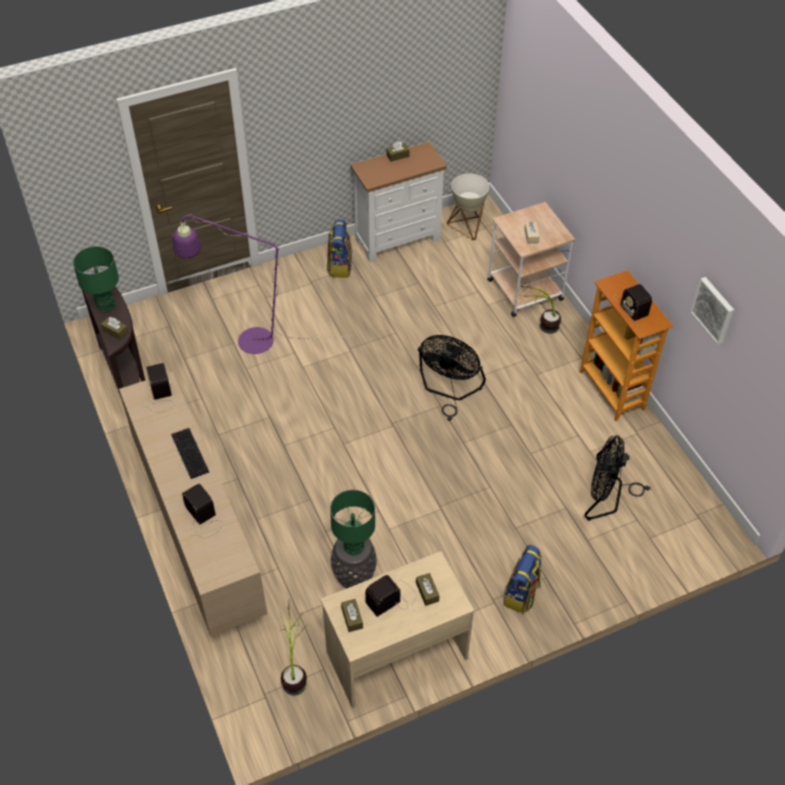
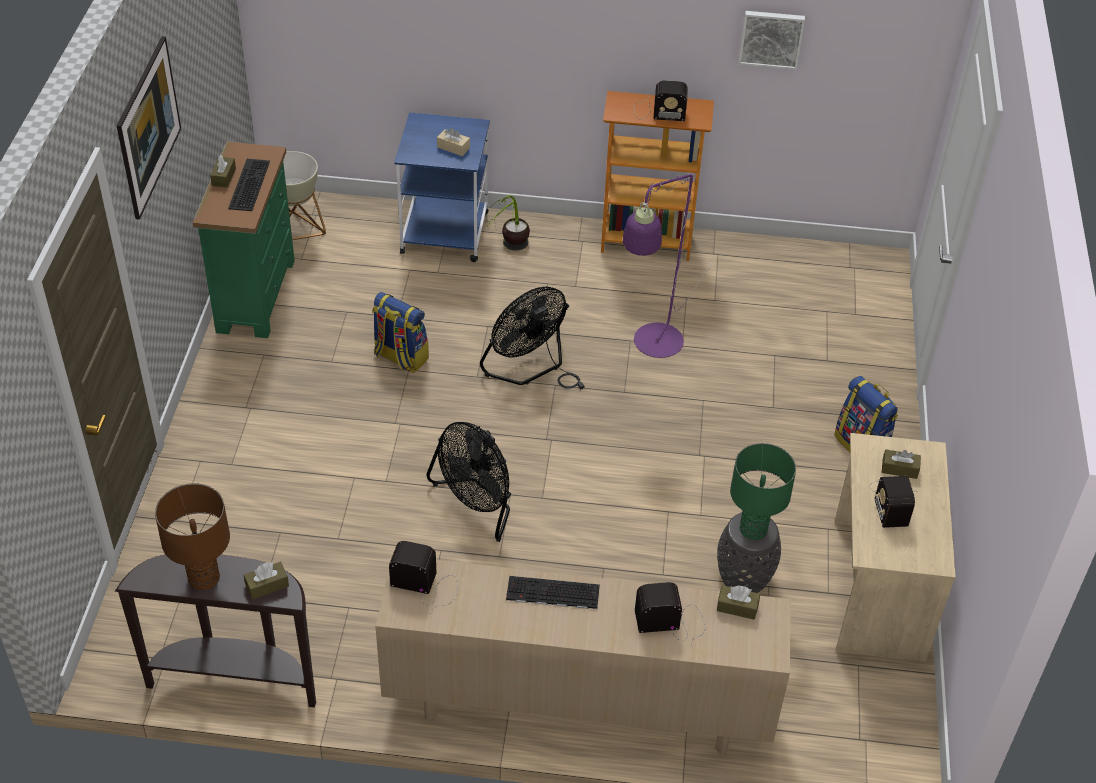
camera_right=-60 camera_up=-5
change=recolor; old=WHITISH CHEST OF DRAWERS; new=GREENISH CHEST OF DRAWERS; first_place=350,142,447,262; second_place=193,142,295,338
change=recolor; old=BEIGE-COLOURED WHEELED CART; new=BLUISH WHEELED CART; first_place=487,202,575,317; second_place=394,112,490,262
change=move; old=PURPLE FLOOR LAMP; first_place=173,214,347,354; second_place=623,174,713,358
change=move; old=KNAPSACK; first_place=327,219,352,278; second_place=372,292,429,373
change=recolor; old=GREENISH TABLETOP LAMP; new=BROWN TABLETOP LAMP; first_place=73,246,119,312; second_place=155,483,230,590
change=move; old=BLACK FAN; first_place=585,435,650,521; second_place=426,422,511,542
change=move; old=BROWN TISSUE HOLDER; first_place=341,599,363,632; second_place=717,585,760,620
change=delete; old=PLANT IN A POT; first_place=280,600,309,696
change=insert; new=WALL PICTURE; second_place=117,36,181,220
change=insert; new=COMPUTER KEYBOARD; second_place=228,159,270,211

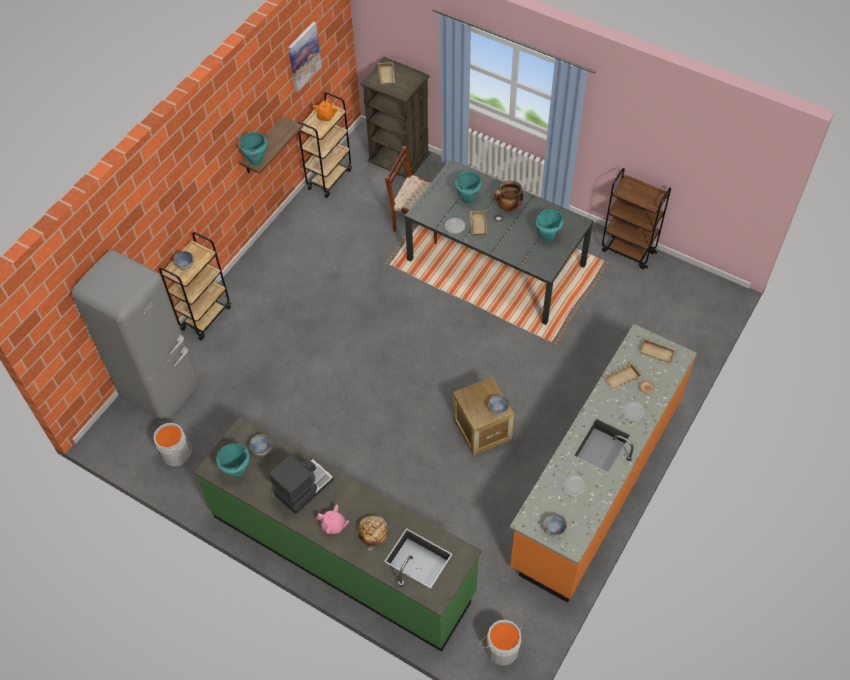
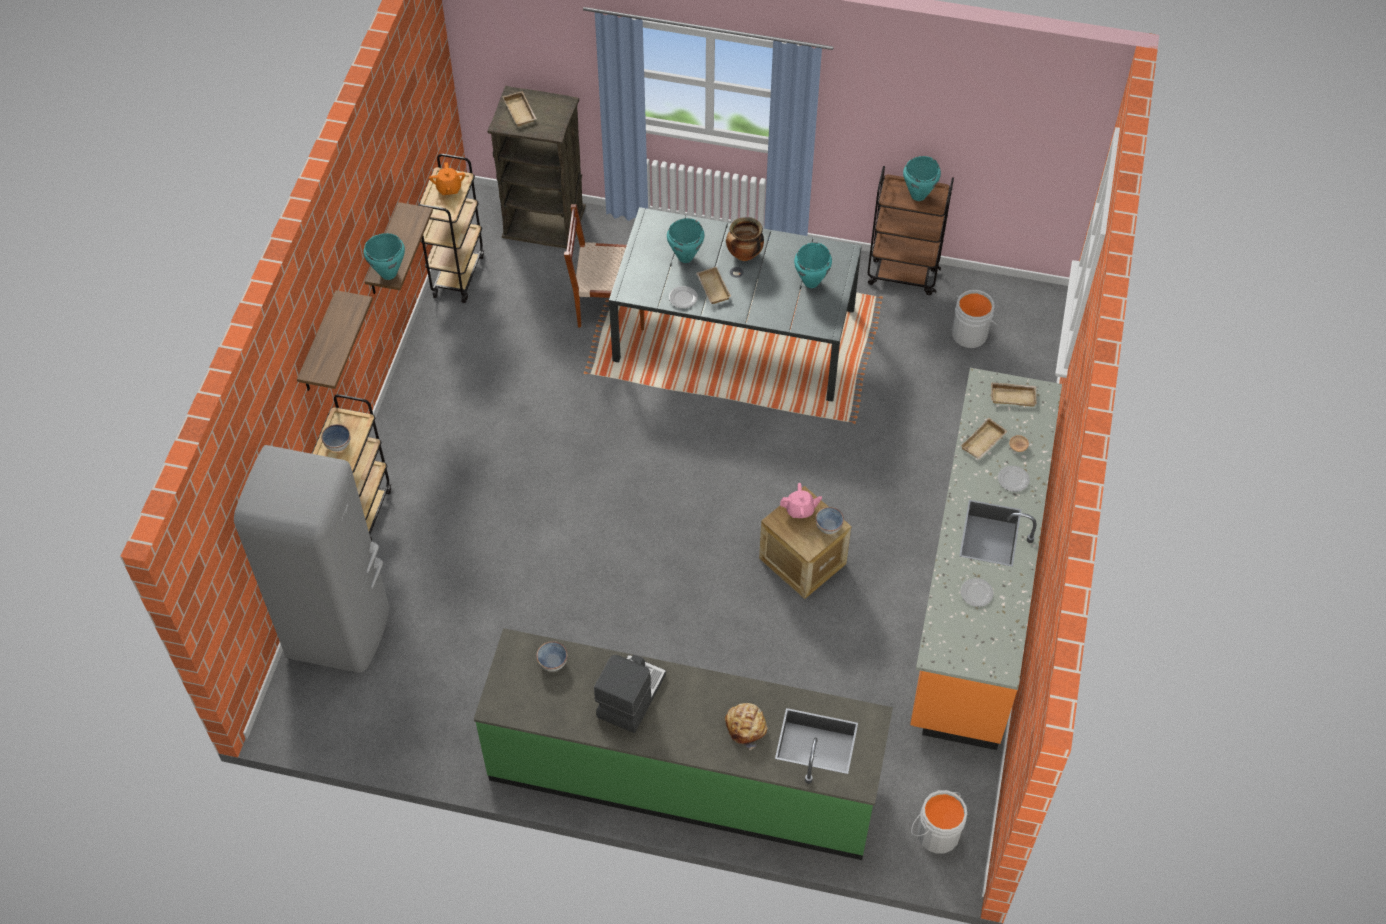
camera_right=-20 camera_up=0
change=delete; old=WALL PICTURE; first_place=288,22,322,92
change=move; old=GREY WATER BUCKET; first_place=153,423,192,466; second_place=952,290,1000,348
change=move; old=TURQUOISE-COLOURED SAUCEPOT; first_place=216,443,250,478; second_place=903,156,941,201
change=move; old=PINK TEA POT; first_place=316,505,349,534; second_place=780,483,822,518
change=delete; old=DEEP DISH; first_place=543,514,567,537
change=insert; new=WALL SHELF; second_place=297,290,373,391

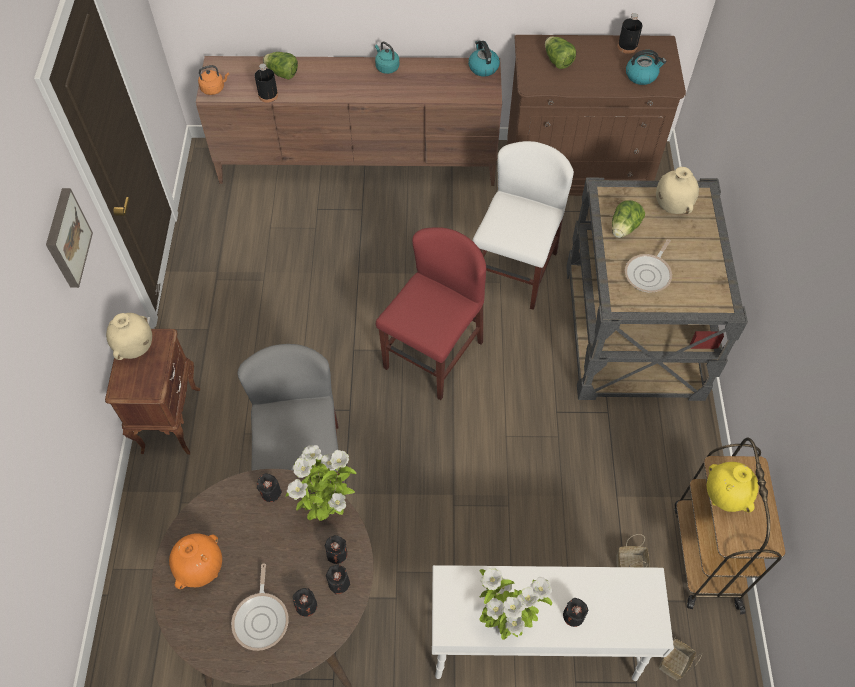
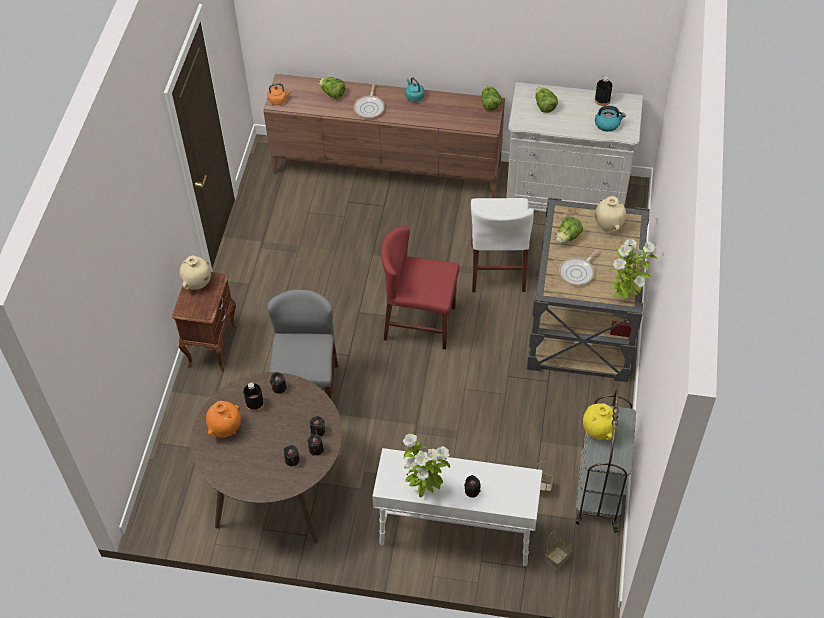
camera_right=10 camera_up=-5
change=recolor; old=BROWN CHEST OF DRAWERS; new=WHITISH CHEST OF DRAWERS; first_place=507,35,686,196; second_place=506,82,643,212
change=replace; old=TEA KETTLE; new=LETTUCE HEAD; first_place=468,41,500,77; second_place=481,85,502,111
change=move; old=BLACK DRINK BOTTLE; first_place=255,64,278,103; second_place=243,383,264,412
change=rotate; old=WHITISH UPRIGHT CHAIR; first_place=472,141,574,310; second_place=471,198,534,292; degrees=150
change=delete; old=WALL PICTURE; first_place=46,188,93,288
change=rotate; old=RED UPRIGHT CHAIR; first_place=376,227,486,400; second_place=381,226,459,350; degrees=-120
change=recolor; old=BROWN WHEELED CART; new=GREY WHEELED CART; first_place=675,438,785,614; second_place=576,389,636,533
change=move; old=PLANT IN A POT; first_place=286,445,357,521; second_place=609,239,658,300
change=move; old=SKILLET; first_place=231,563,289,651; second_place=354,84,385,119

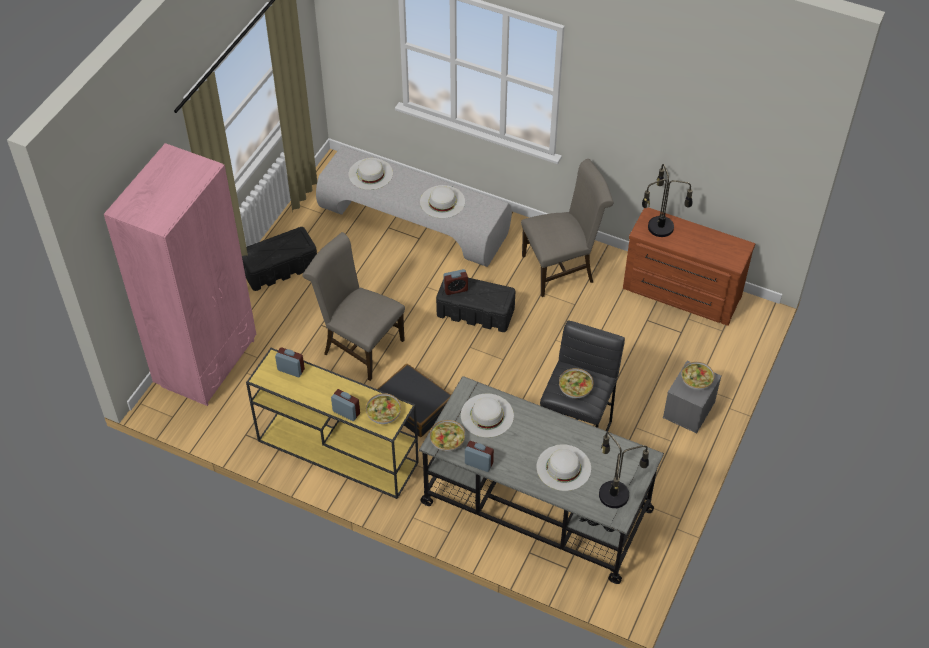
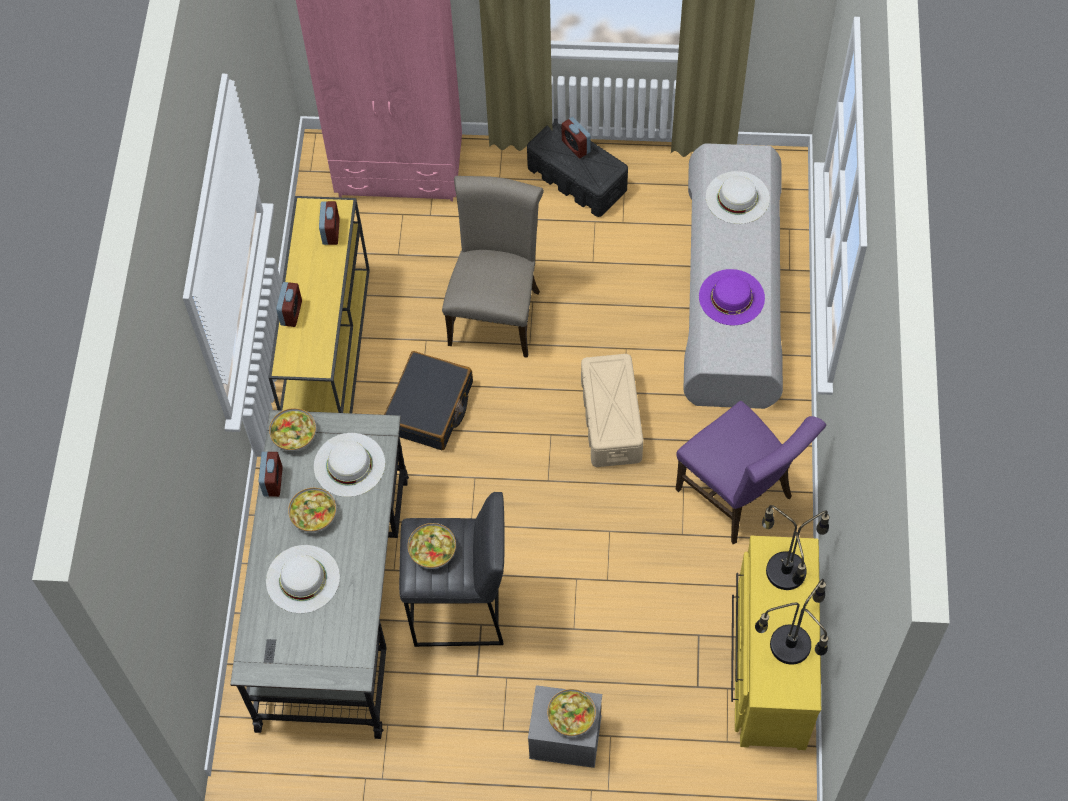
camera_right=70 camera_up=10
change=recolor; old=BEIGE-COLOURED UPRIGHT CHAIR; new=PURPLE UPRIGHT CHAIR; first_place=521,159,613,297; second_place=675,401,826,544
change=recolor; old=WHITISH WEARABLE HAT; new=PURPLE WEARABLE HAT; first_place=420,185,465,218; second_place=699,269,765,325
change=recolor; old=BROWN CHEST OF DRAWERS; new=YELLOWISH CHEST OF DRAWERS; first_place=623,207,755,326; second_place=731,536,821,750
change=move; old=BEDSIDE CLOCK; first_place=443,269,468,295; second_place=562,117,591,159
change=recolor; old=BLACK STORAGE BOX; new=BEIGE-COLOURED STORAGE BOX; first_place=436,278,515,332; second_place=581,354,643,467
change=move; old=DEEP DISH; first_place=366,393,401,424; second_place=288,488,336,533
change=move; old=TABLETOP LAMP; first_place=599,432,649,508; second_place=755,579,828,665

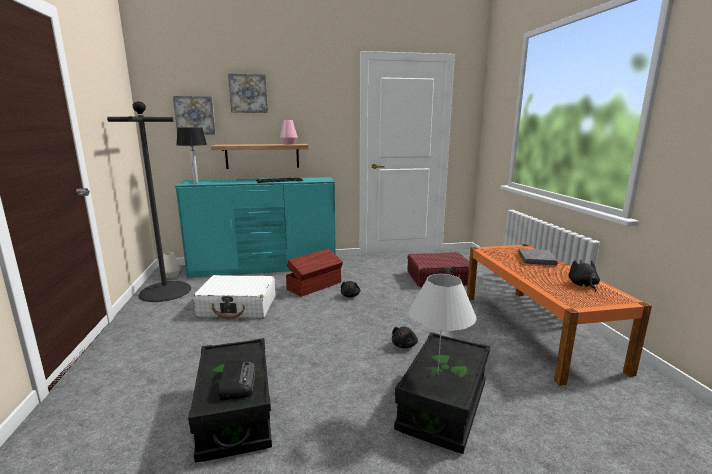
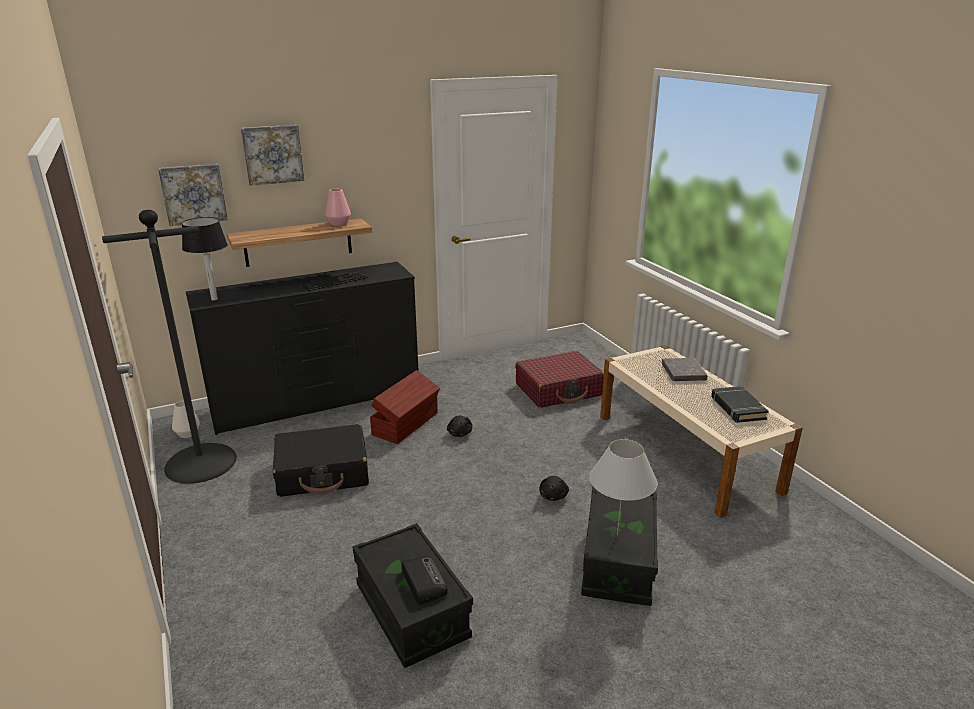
camera_right=-15 camera_up=10
change=recolor; old=TURQUOISE-COLOURED CHEST OF DRAWERS; new=BLACK CHEST OF DRAWERS; first_place=175,177,336,278; second_place=186,262,419,435
change=recolor; old=ORANGE LONG SEAT; new=BEIGE-COLOURED LONG SEAT; first_place=467,244,652,386; second_place=600,345,803,518
change=replace; old=BLACK CUDDLY TOY; new=BLACK VOLUME; first_place=569,260,600,292; second_place=711,386,769,423
change=recolor; old=WHITISH SUITCASE; new=BLACK SUITCASE; first_place=193,275,275,320; second_place=273,424,369,497

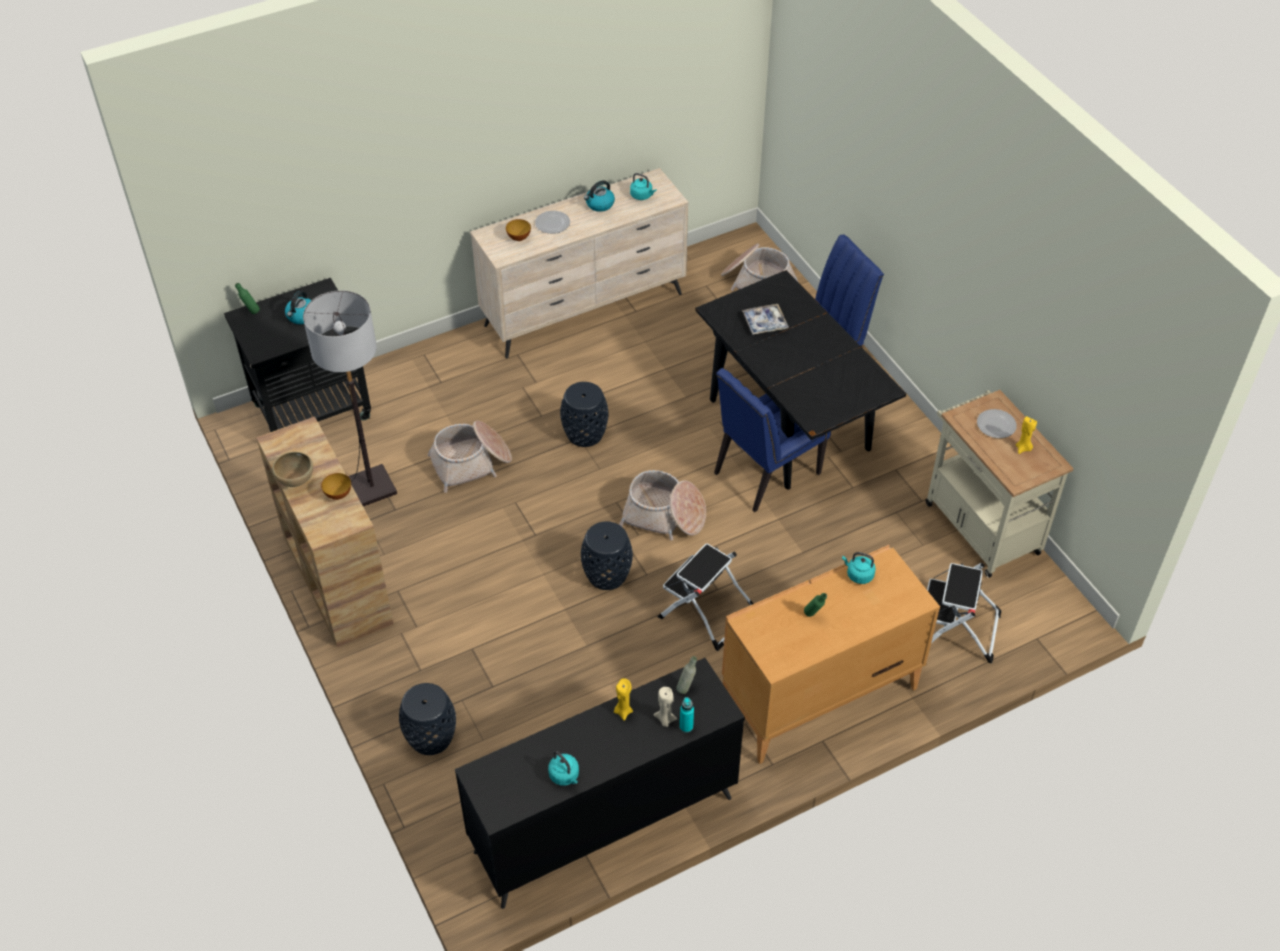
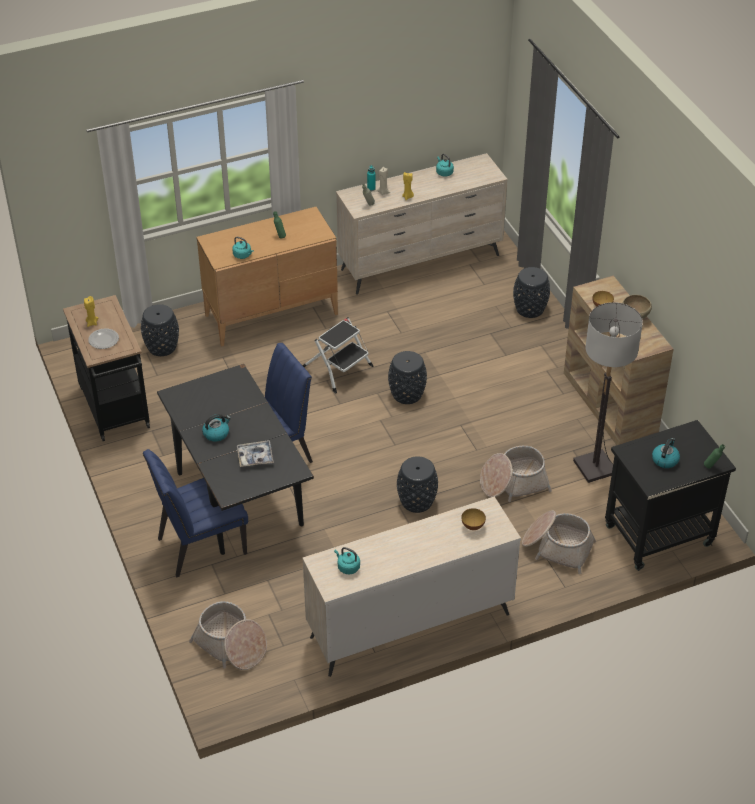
camera_right=-175 camera_up=-5
change=move; old=TEA KETTLE; first_place=584,180,615,212; second_place=202,414,231,442
change=delete; old=PLATE; first_place=535,211,570,234
change=recolor; old=BEIGE-COLOURED WHEELED CART; new=BLACK WHEELED CART; first_place=926,390,1074,578; second_place=63,295,150,441
change=move; old=STORAGE BASKET; first_place=619,470,706,541; second_place=522,510,596,574
change=replace; old=STEP STOOL; new=BLACK STOOL; first_place=927,563,1001,663; second_place=141,304,179,356
change=recolor; old=BLACK CHEST OF DRAWERS; new=BEIGE-COLOURED CHEST OF DRAWERS; first_place=455,658,745,909; second_place=336,153,508,295

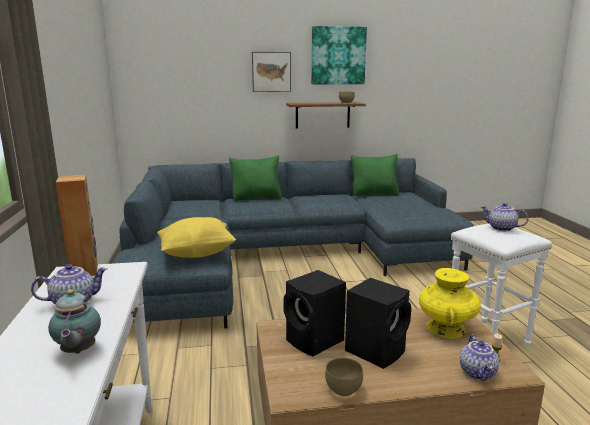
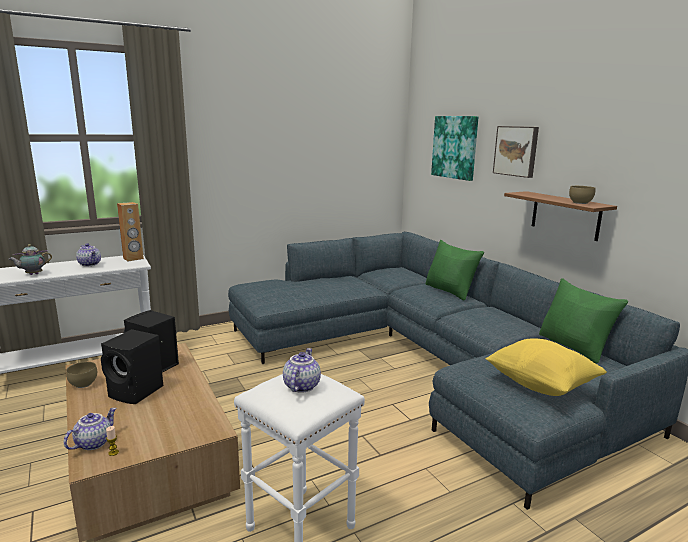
camera_right=70 camera_up=0
change=move; old=WALL PICTURE; first_place=311,26,367,84; second_place=431,116,479,181
change=move; old=YELLOWISH CUSHION; first_place=157,217,236,258; second_place=485,338,607,396
change=delete; old=YELLOWISH DECORATIVE VASE; first_place=419,268,481,339
change=rotate; old=TEA POT; first_place=460,334,499,381; second_place=64,408,117,450; degrees=135

